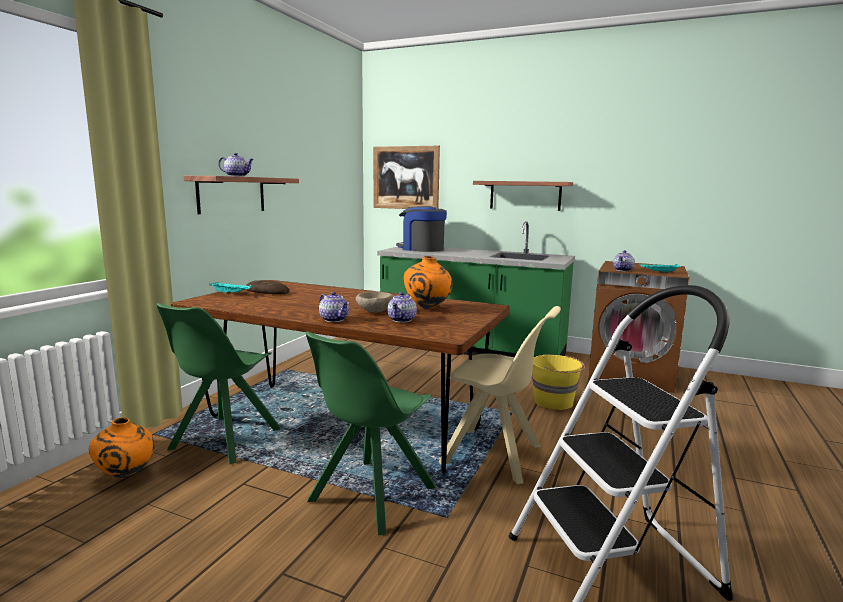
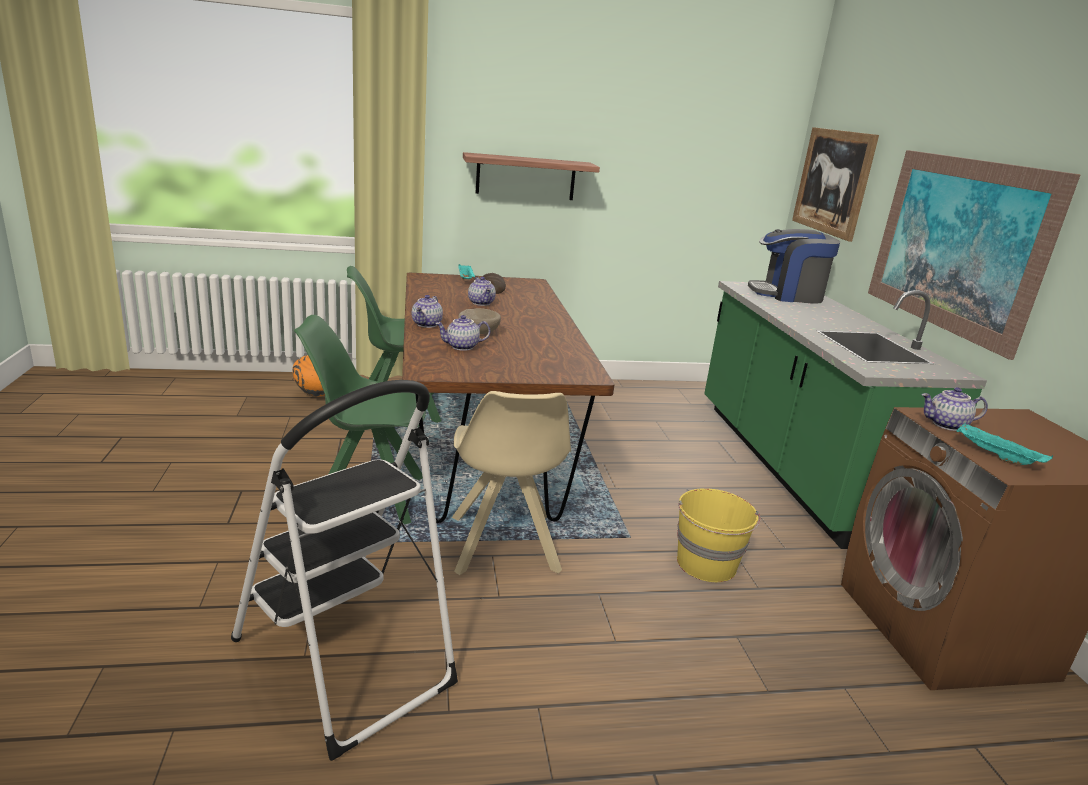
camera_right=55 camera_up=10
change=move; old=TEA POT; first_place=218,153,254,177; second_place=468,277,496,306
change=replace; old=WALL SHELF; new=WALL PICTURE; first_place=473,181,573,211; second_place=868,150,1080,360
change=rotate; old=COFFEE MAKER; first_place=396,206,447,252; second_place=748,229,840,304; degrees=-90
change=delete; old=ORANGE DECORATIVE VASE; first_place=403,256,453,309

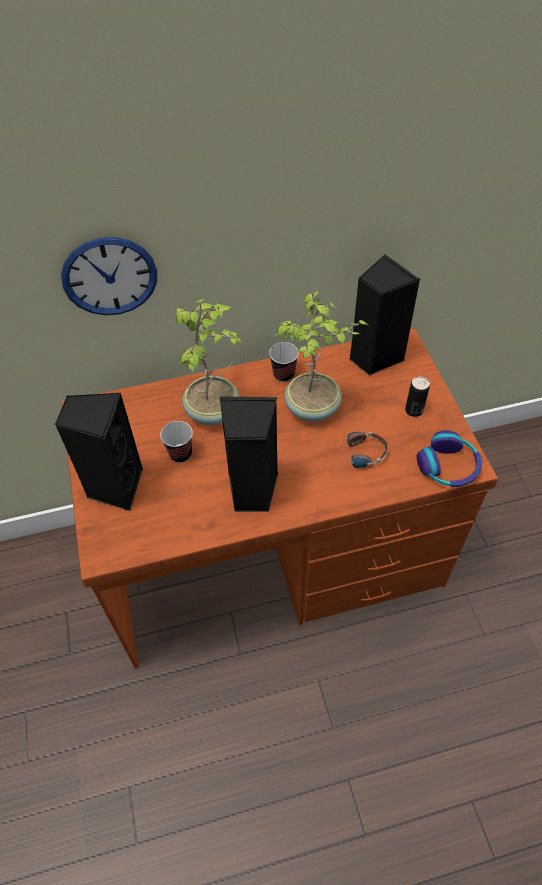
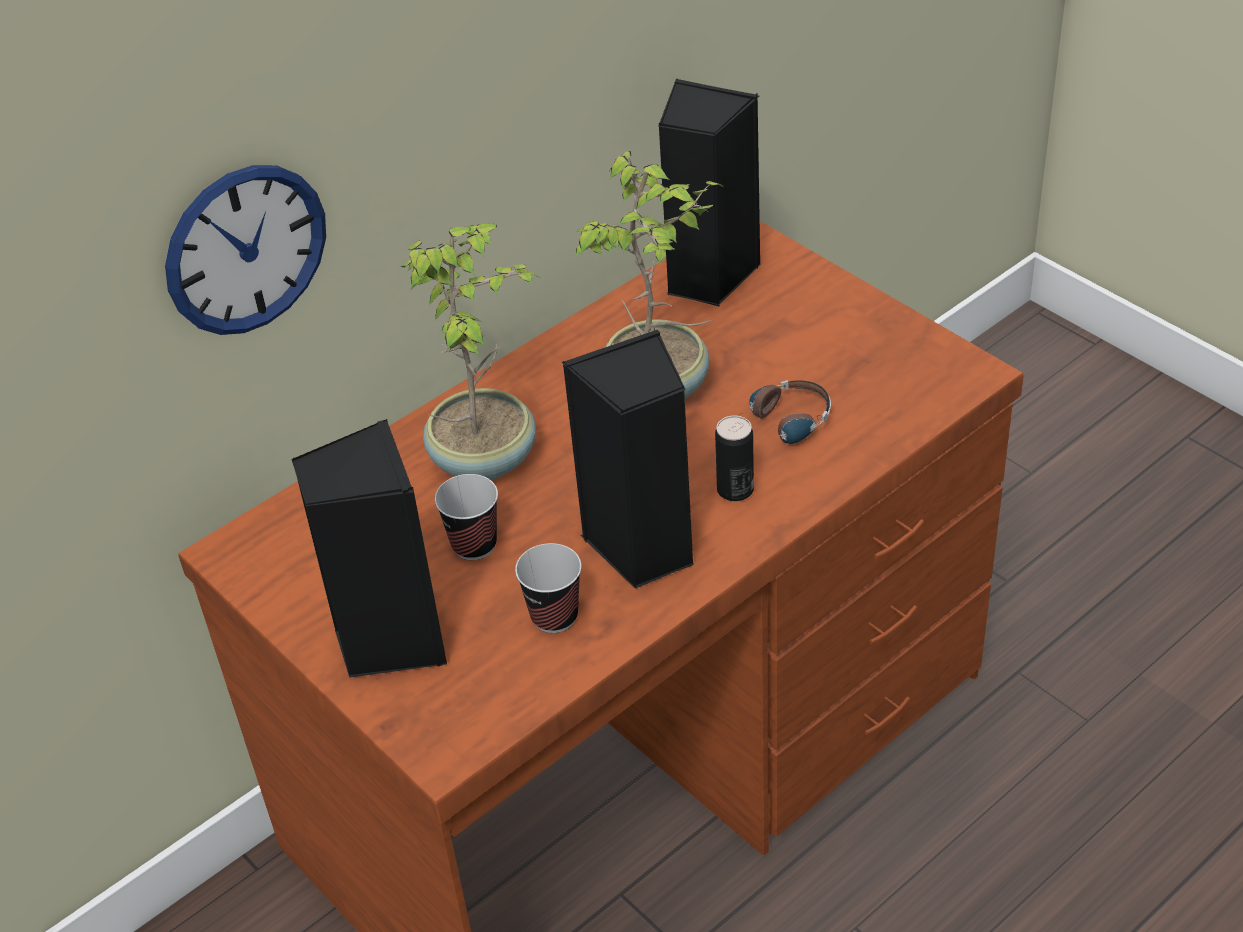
camera_right=-25 camera_up=-10
change=move; old=SMALL CUP; first_place=269,342,299,382; second_place=515,543,581,633
change=move; old=CAN; first_place=405,376,430,417; second_place=715,415,754,501
change=delete; old=HEADSET; first_place=417,430,482,487

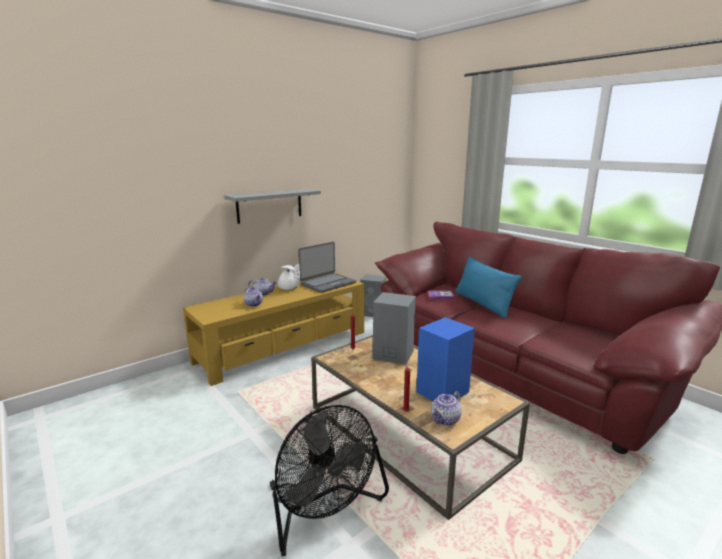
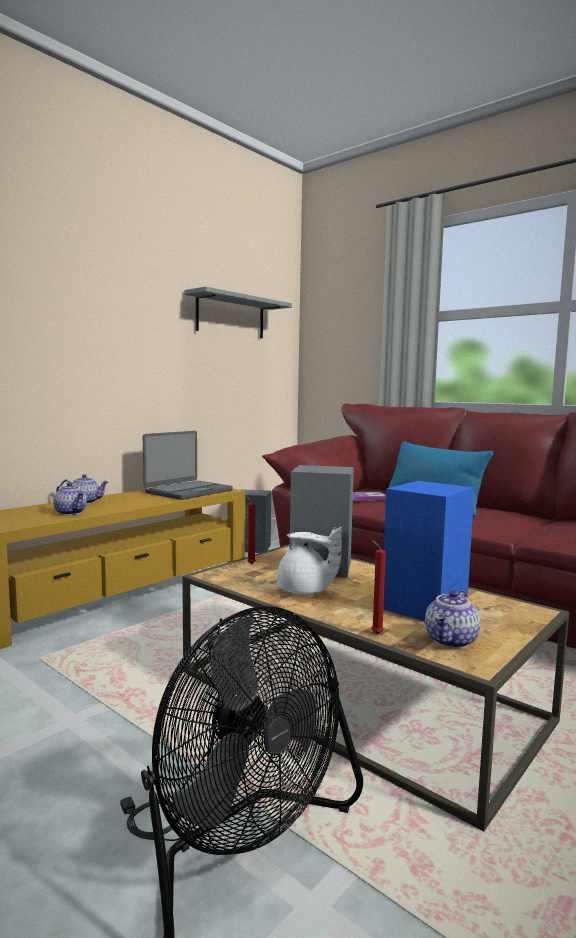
camera_right=-10 camera_up=-10
change=move; old=GREY WALL SHELF; first_place=225,189,321,224; second_place=184,287,292,338
change=move; old=WHITISH TEA POT; first_place=278,264,300,290; second_place=277,527,342,595

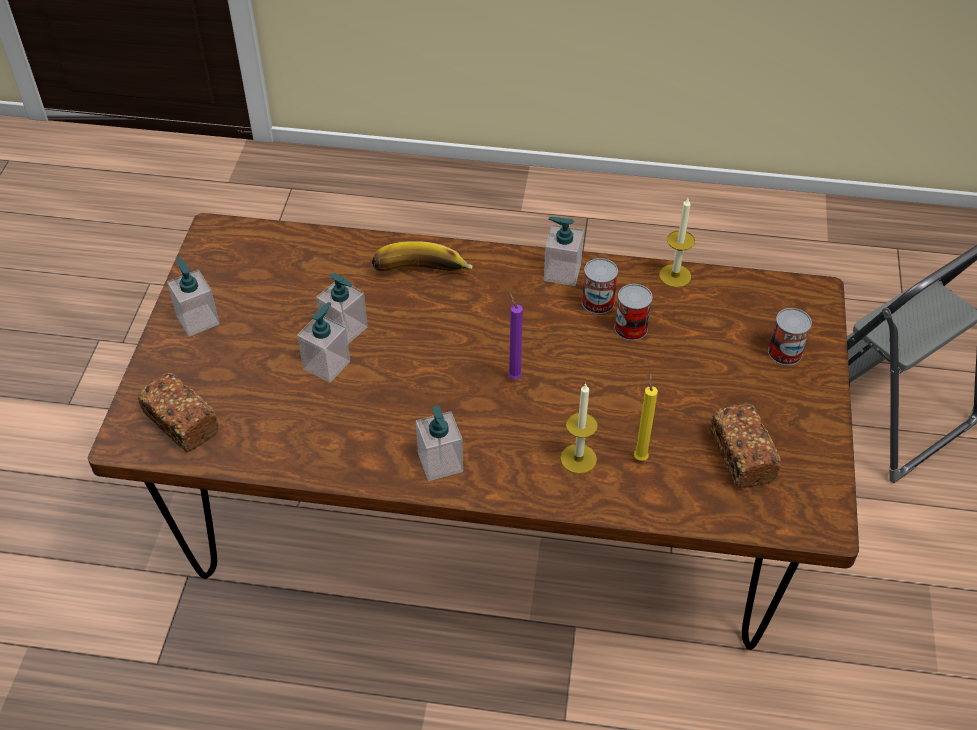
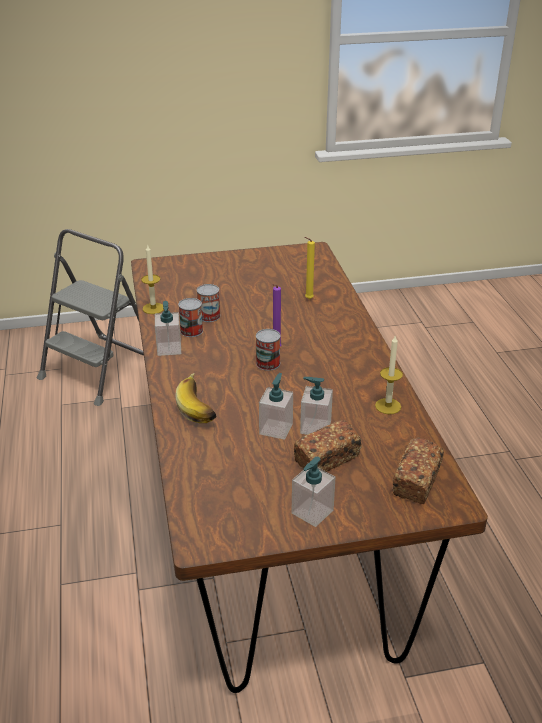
camera_right=-110 camera_up=-15
change=move; old=CAN; first_place=768,308,812,366; second_place=256,329,281,371
change=move; old=WAX LIGHT; first_place=560,383,598,474; second_place=375,336,403,414
change=move; old=BAKERY BREAD; first_place=710,403,781,488; second_place=294,420,362,472
change=delete; old=SOAP BOTTLE; first_place=416,406,463,481

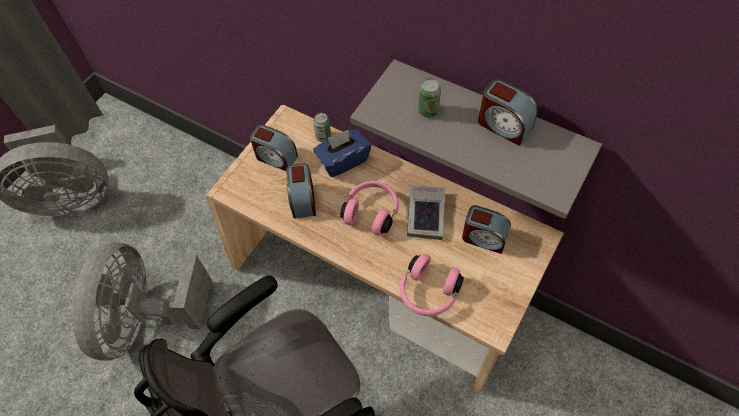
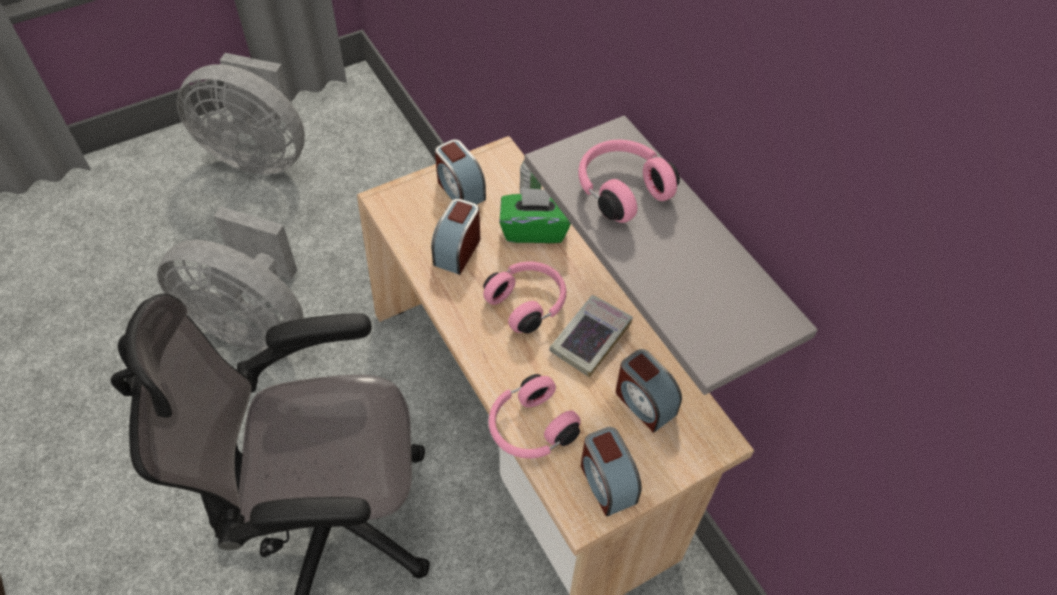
camera_right=25 camera_up=-5
change=replace; old=CAN; new=PINK HEADSET; first_place=418,78,441,118; second_place=578,140,680,223
change=move; old=BEDSIDE CLOCK; first_place=478,79,538,146; second_place=581,427,642,517
change=recolor; old=BLUISH TISSUE HOLDER; new=GREENISH TISSUE HOLDER; first_place=313,129,371,177; second_place=499,187,571,243
change=rotate; old=GREY FAN; first_place=72,242,212,361; second_place=157,207,304,352; degrees=-105

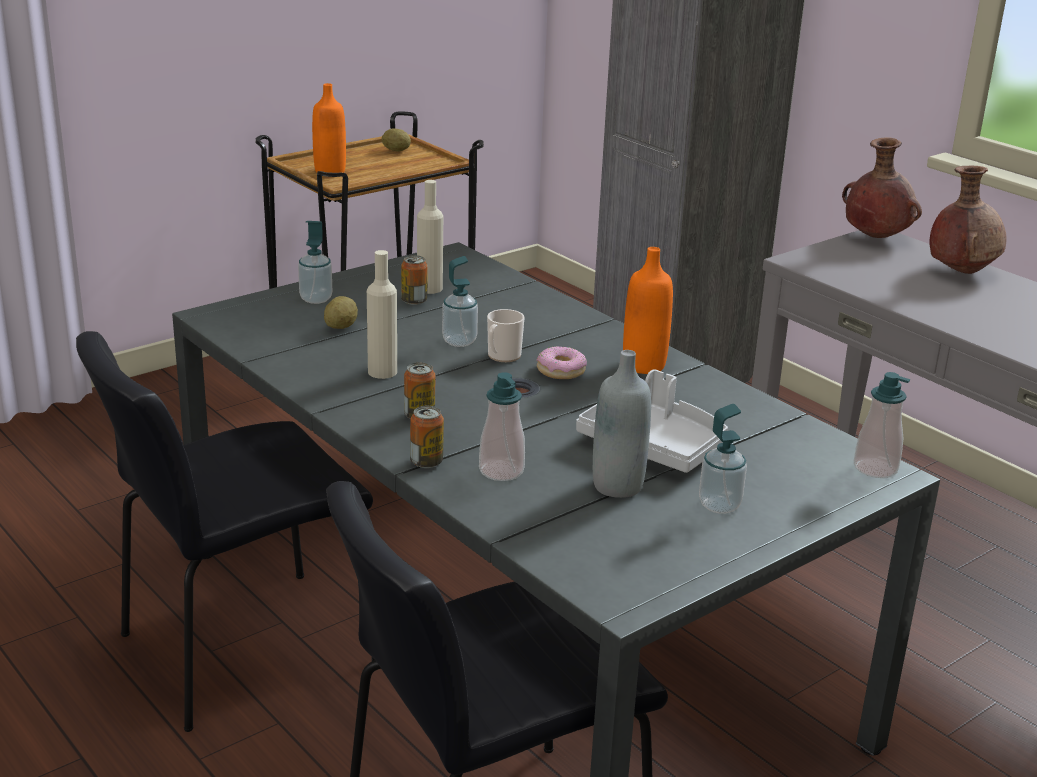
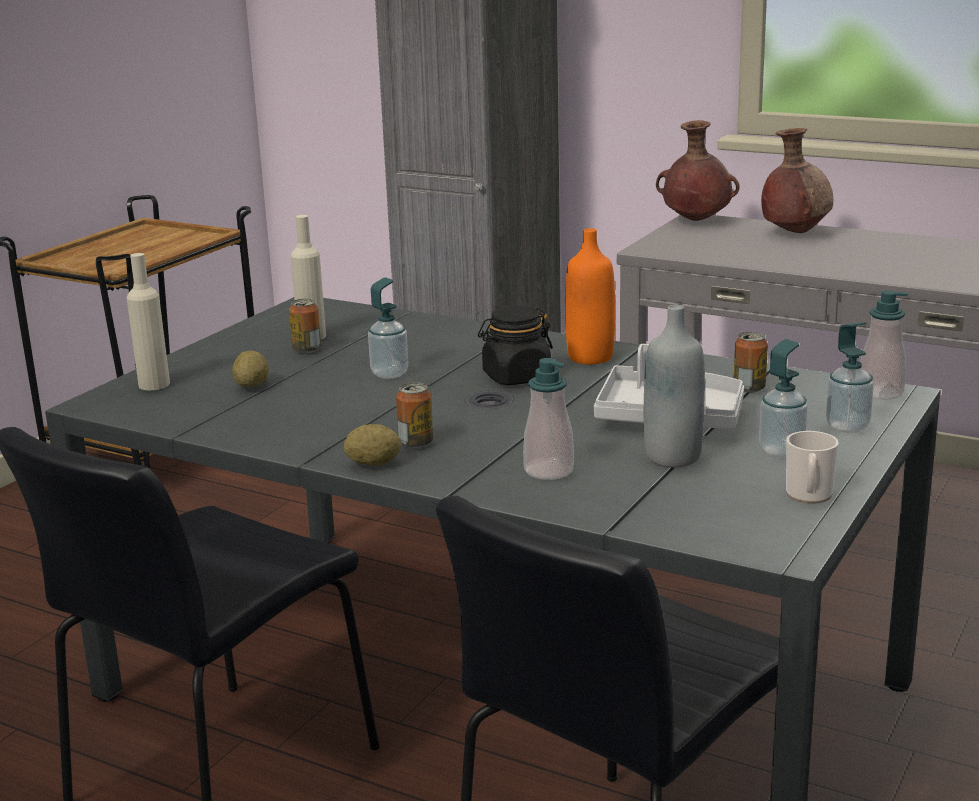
camera_right=-20 camera_up=-5
change=delete; old=ORANGE DRINK BOTTLE; first_place=312,83,346,173
change=move; old=POTATO; first_place=382,128,411,152; second_place=344,424,401,466
change=move; old=SOAP BOTTLE; first_place=298,221,332,304; second_place=826,322,874,433
change=move; old=BEIGE-COLOURED DRINK BOTTLE; first_place=367,250,397,379; second_place=127,253,170,390
change=move; old=TEA MUG; first_place=487,309,524,362; second_place=786,431,839,503
change=replace; old=DONUT; new=BLACK STORAGE JAR; first_place=537,346,587,379; second_place=478,306,553,385
change=move; old=CAN; first_place=410,406,444,468; second_place=734,332,768,393

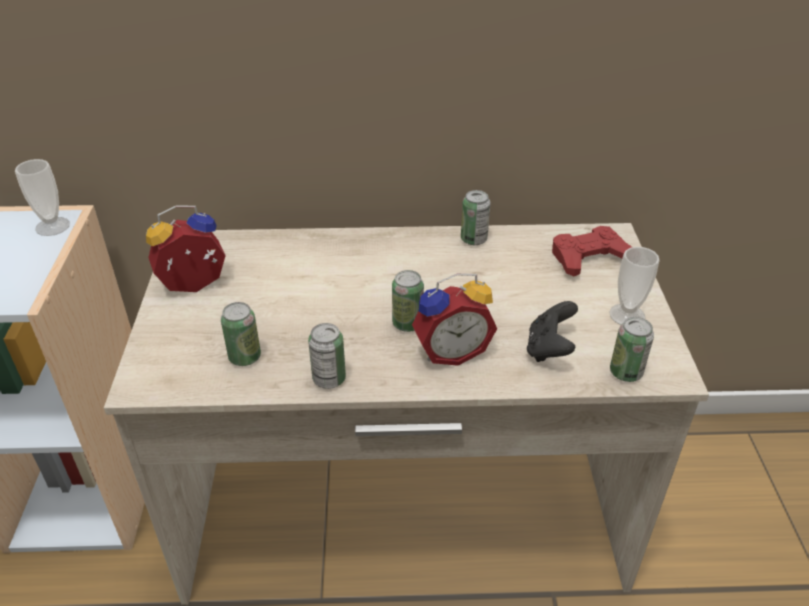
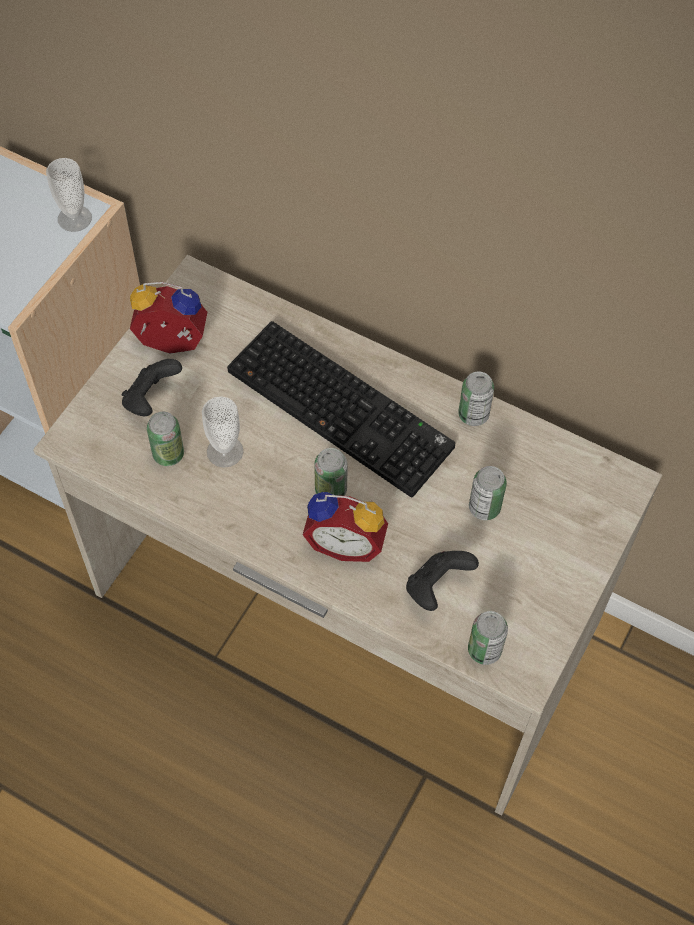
camera_right=30 camera_up=20
change=delete; old=RED GAME CONTROLLER; first_place=552,226,632,277
change=move; old=SMALL CUP; first_place=609,247,660,325; second_place=202,396,243,468
change=move; old=CAN; first_place=308,323,346,389; second_place=469,466,507,520
change=insert; new=COMPUTER KEYBOARD; second_place=227,321,455,497
change=insert; new=BLACK GAME CONTROLLER; second_place=122,359,182,416

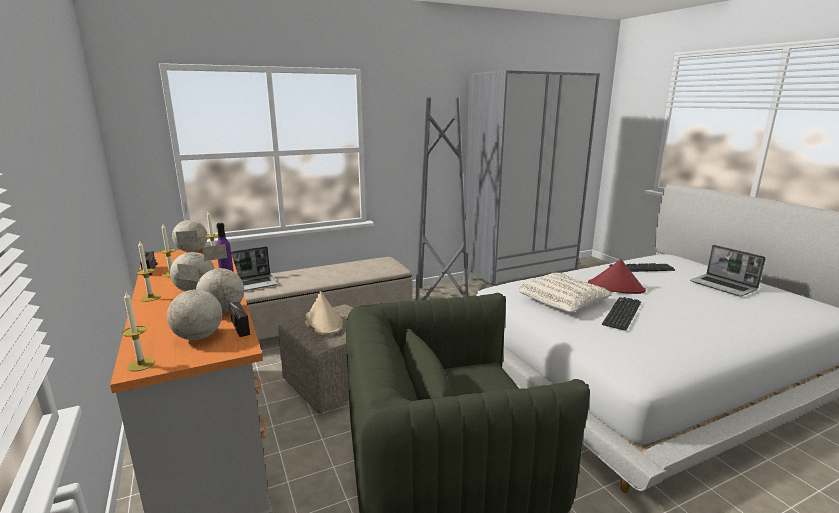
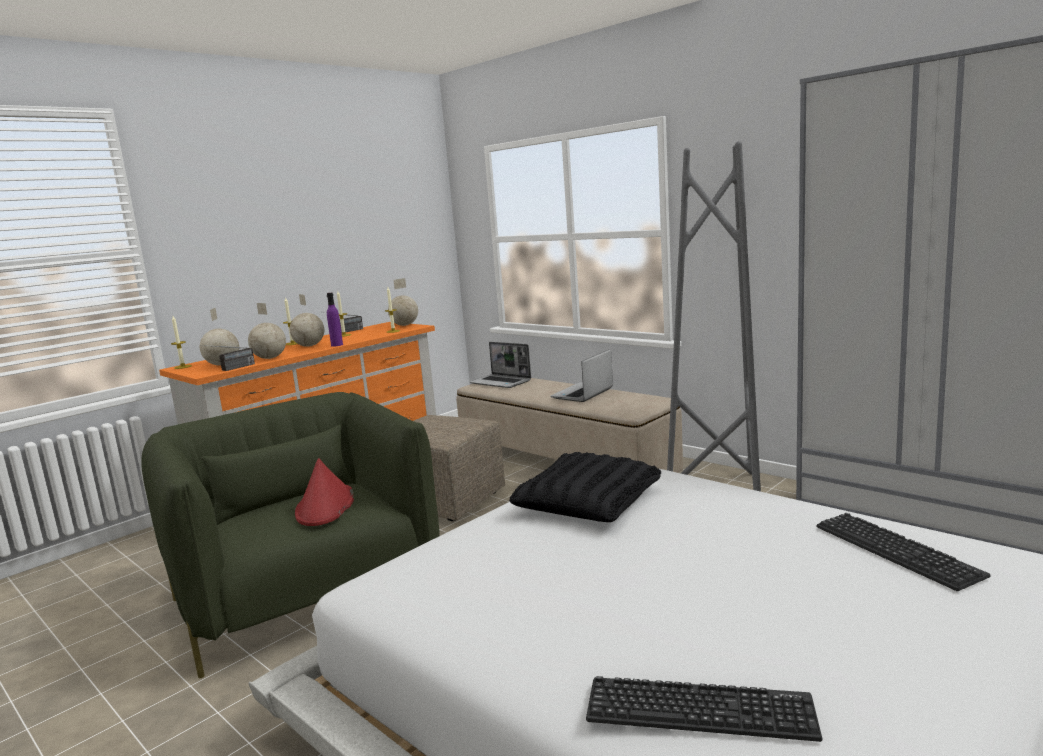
camera_right=70 camera_up=-5
change=move; old=PORTABLE COMPUTER; first_place=690,245,766,297; second_place=550,349,613,402
change=move; old=RED WEARABLE HAT; first_place=588,259,646,294; second_place=295,458,354,526
change=recolor; old=BEIGE-COLOURED CUSHION; new=BLACK CUSHION; first_place=519,272,611,313; second_place=509,452,661,522
change=delete; old=BEIGE-COLOURED WEARABLE HAT; first_place=305,291,343,335
change=move; old=COMPUTER KEYBOARD; first_place=602,297,641,331; second_place=586,676,822,742

